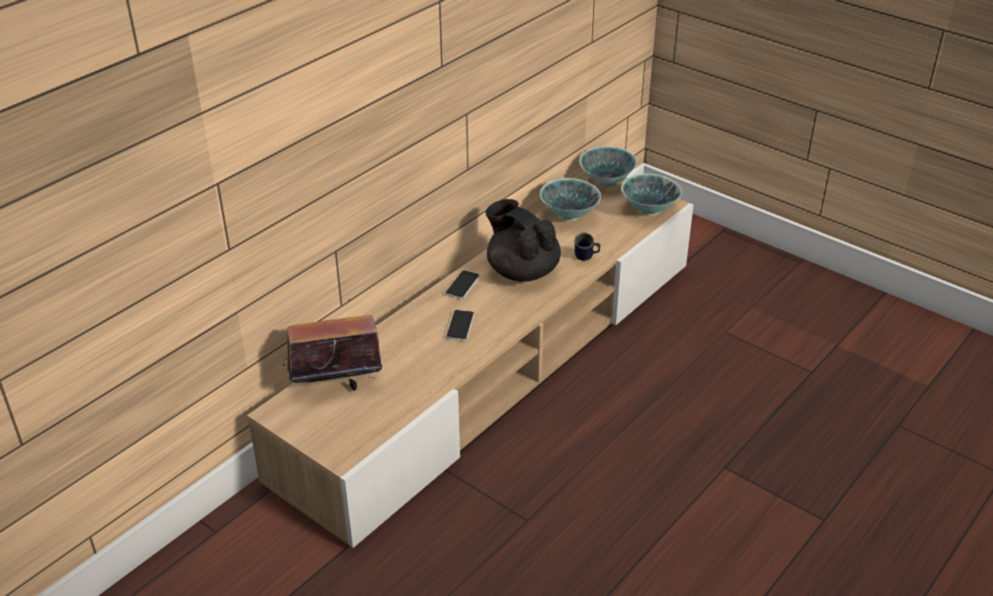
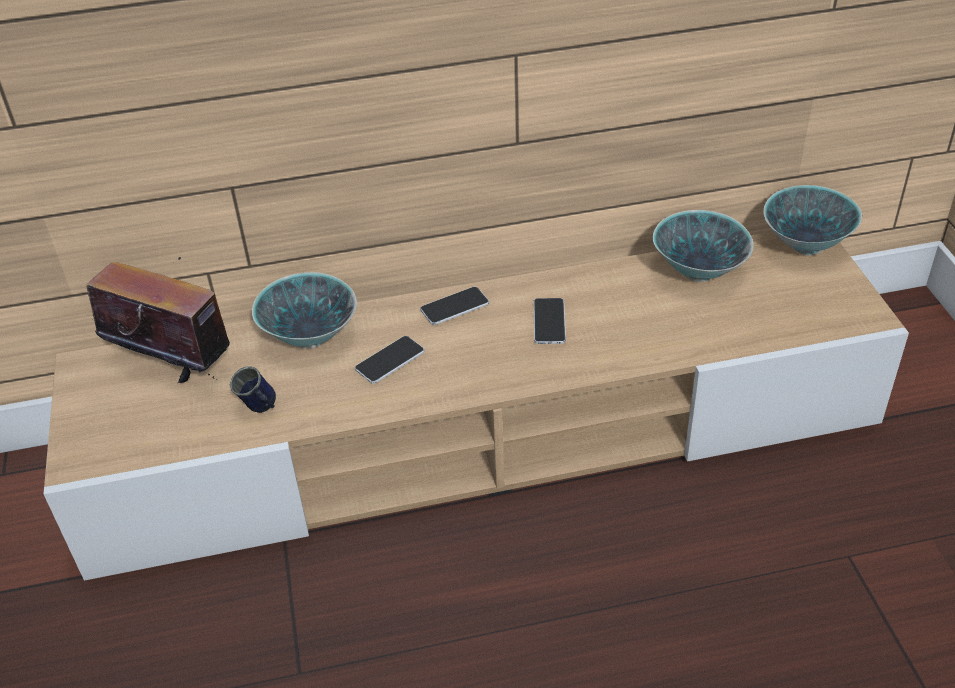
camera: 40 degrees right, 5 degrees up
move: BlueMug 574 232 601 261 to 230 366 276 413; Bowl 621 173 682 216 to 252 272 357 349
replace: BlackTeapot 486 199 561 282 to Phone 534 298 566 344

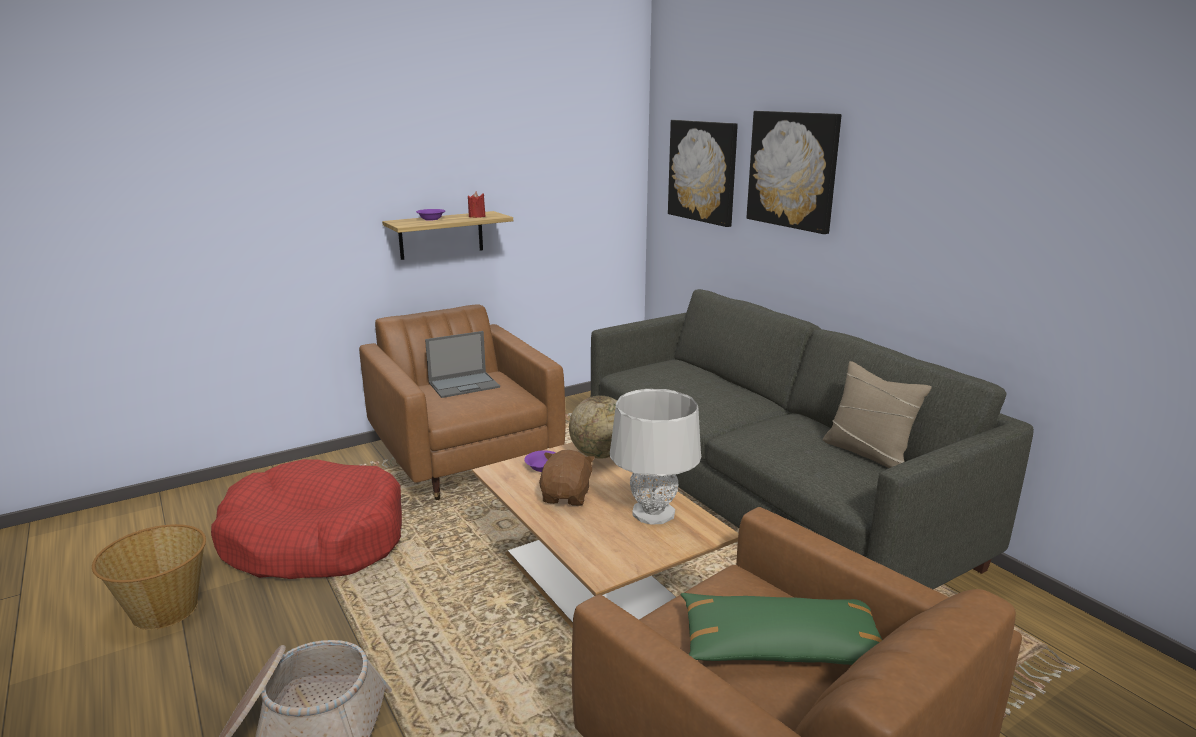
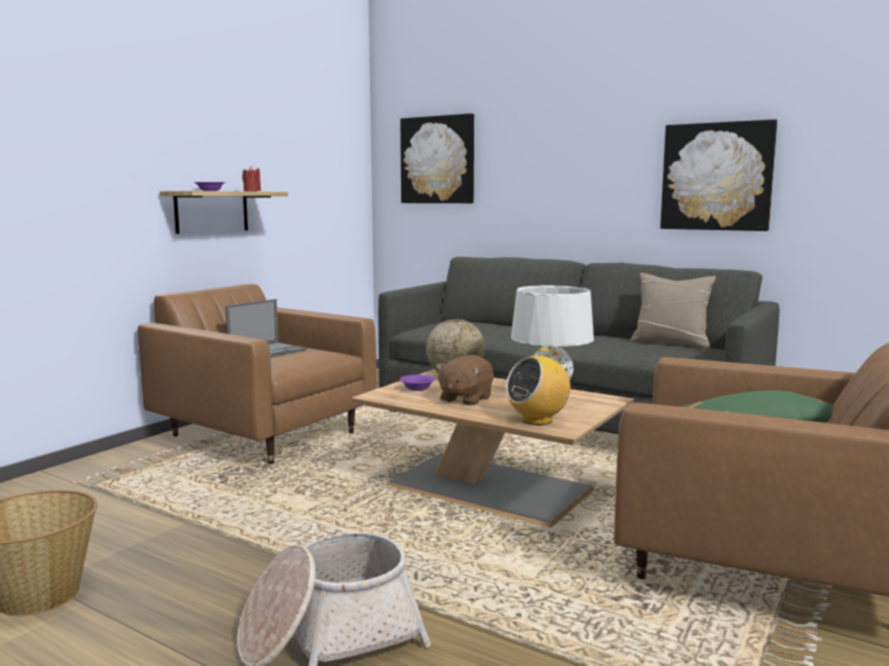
camera: 25 degrees left, 10 degrees down
delete: RedDogBed 211 459 402 579
insert: Radio 506 348 570 425
move: Picture 747 111 842 234 to 660 119 777 231
rotate: BrownPlushToy 539 450 595 506 = 436 355 494 406 135 degrees counterclockwise

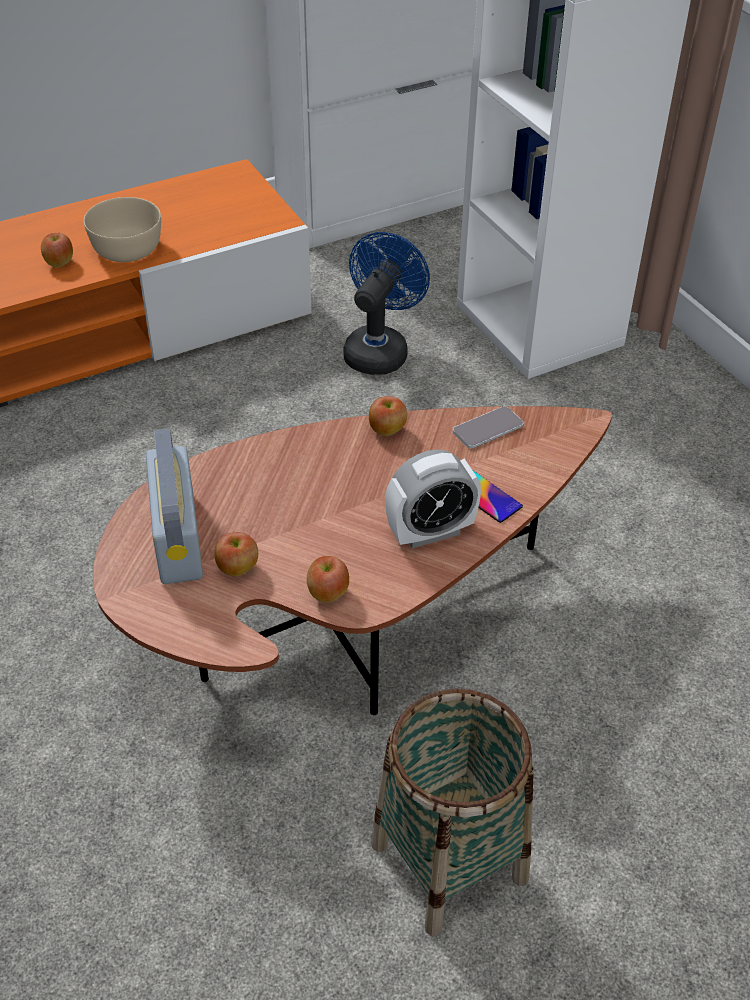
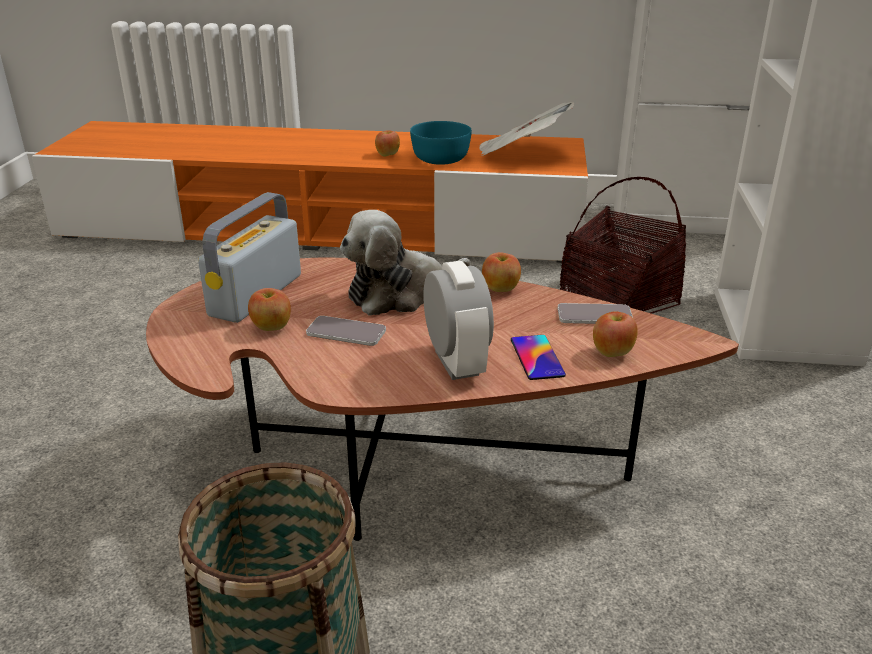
camera: 35 degrees right, 15 degrees down
insert: Phone 306 316 386 346; PlushToy 340 210 470 316; Newspaper 479 102 574 156
move: Apple 307 556 349 603 to 593 311 638 357
replace: BlueFan 343 232 430 375 to Basket 560 177 686 314
recolor: BeigeBowl 84 197 161 262 to TurquoiseBowl 410 121 472 165
rotate: AlarmClock 385 450 481 549 = 423 261 494 380 120 degrees counterclockwise

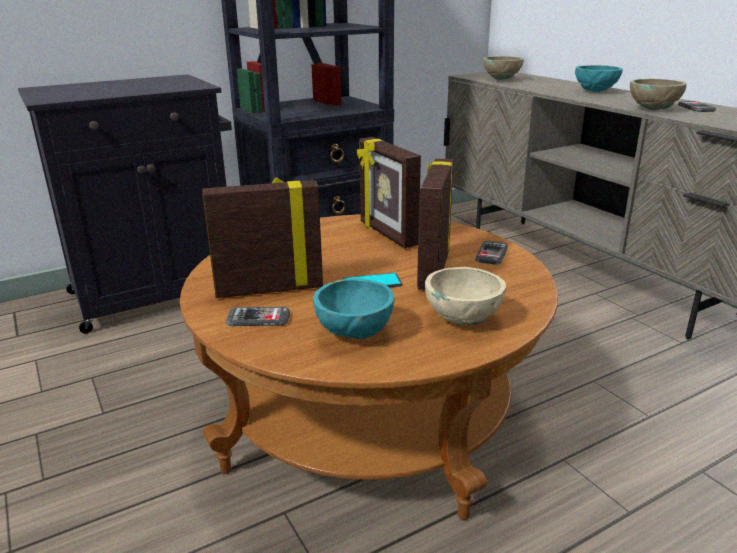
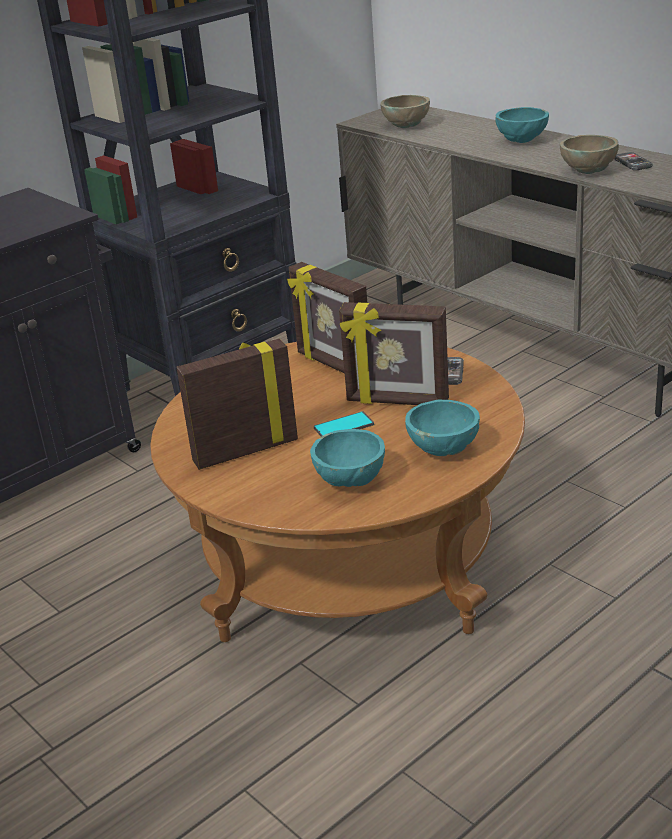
camera: 10 degrees left, 5 degrees up
delete: Phone 226 307 290 326
recolor: BeigeBowl 425 267 506 325 to TurquoiseBowl 405 400 480 456
rotate: PictureFrame 417 158 453 290 = 339 302 449 405 75 degrees counterclockwise

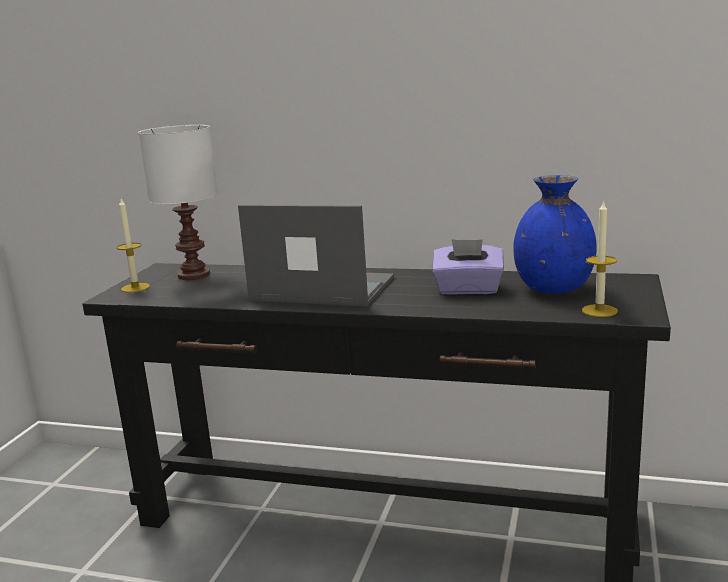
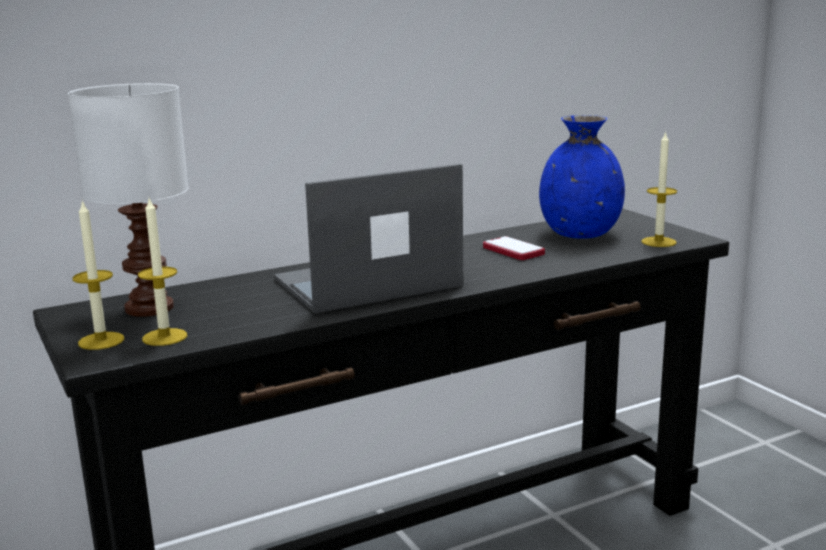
camera: 45 degrees left, 0 degrees up
insert: Candle 138 198 187 346
replace: PurpleTissueBox 432 239 504 295 to Phone 483 236 545 260

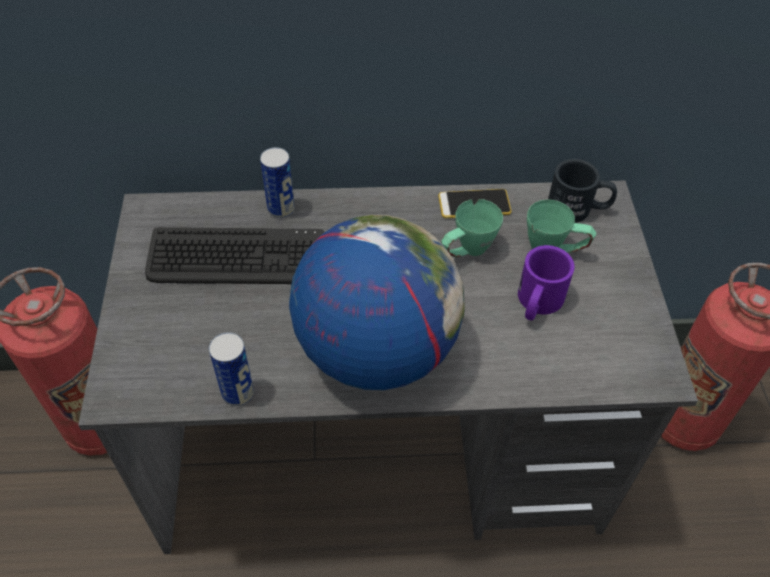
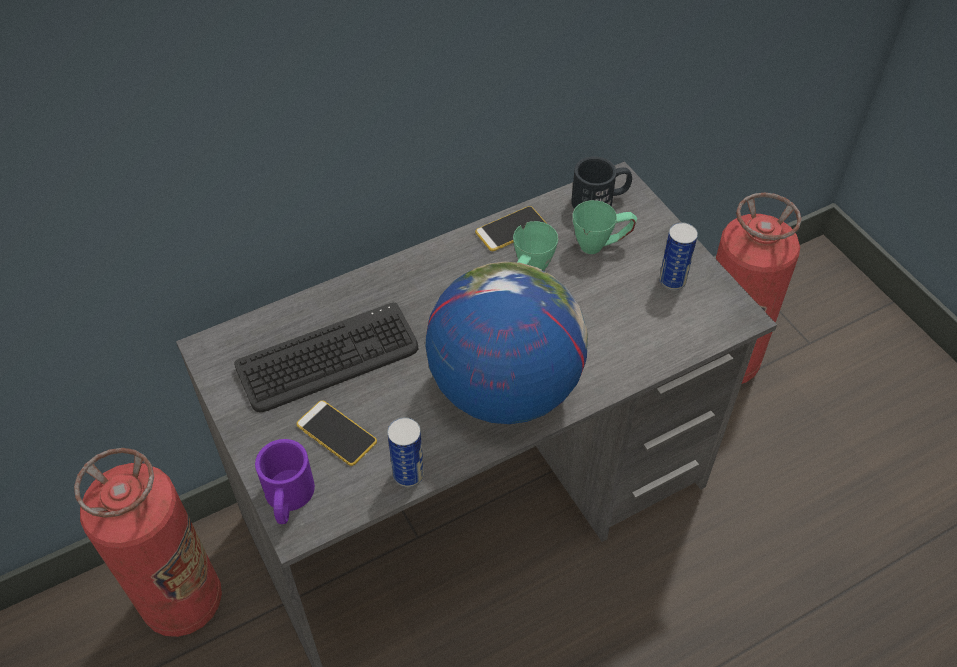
camera: 25 degrees left, 0 degrees up
insert: Phone 297 400 377 466
move: PurpleMug 518 245 575 320 to 255 439 315 524; Can 260 147 294 218 to 659 222 698 290

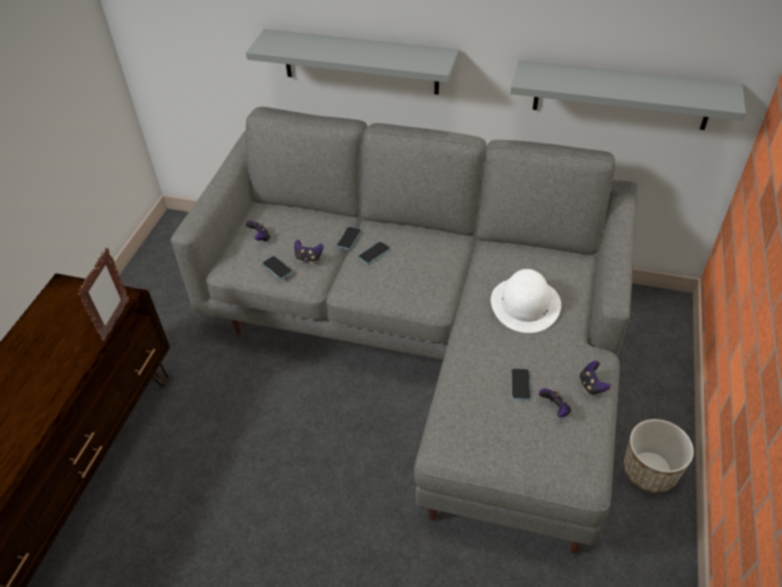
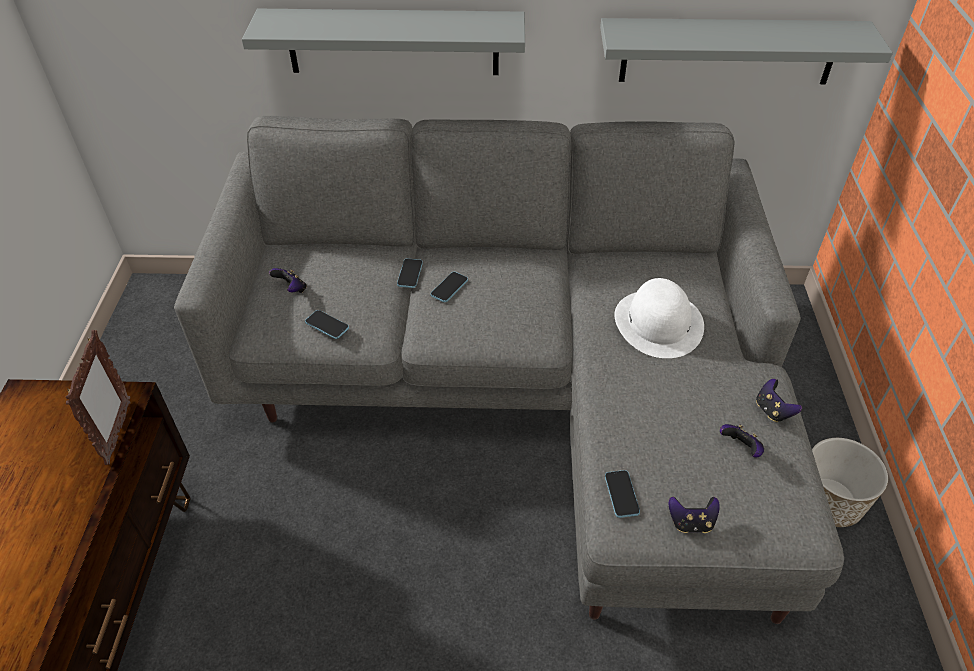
camera: 15 degrees left, 0 degrees up
move: Phone 512 368 530 400 to 605 470 640 518; GameController 294 240 324 263 to 669 496 720 533

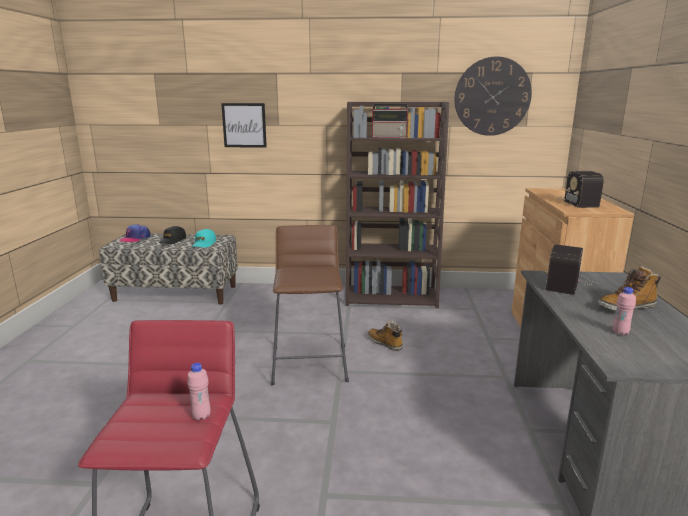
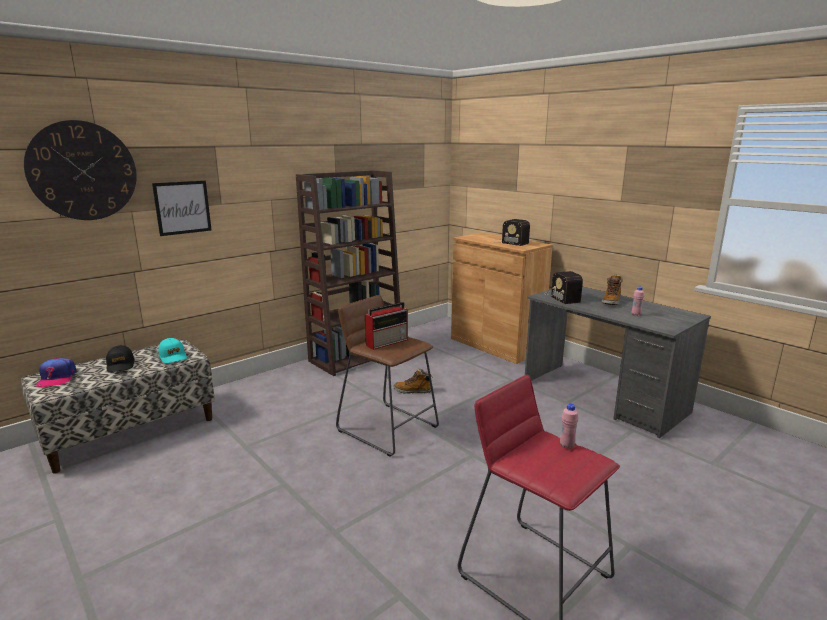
camera: 45 degrees left, 0 degrees up
move: WallClock 454 56 532 136 to 24 120 137 220; Radio 372 104 408 138 to 365 302 408 350

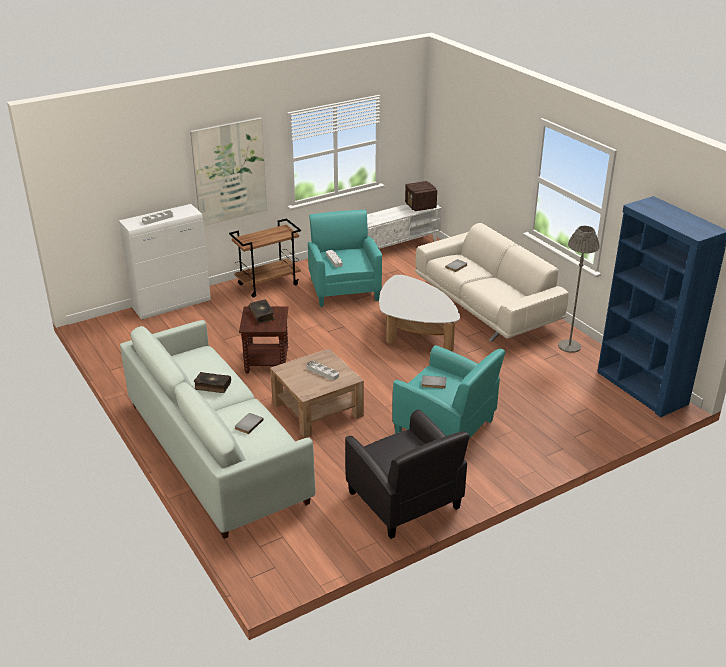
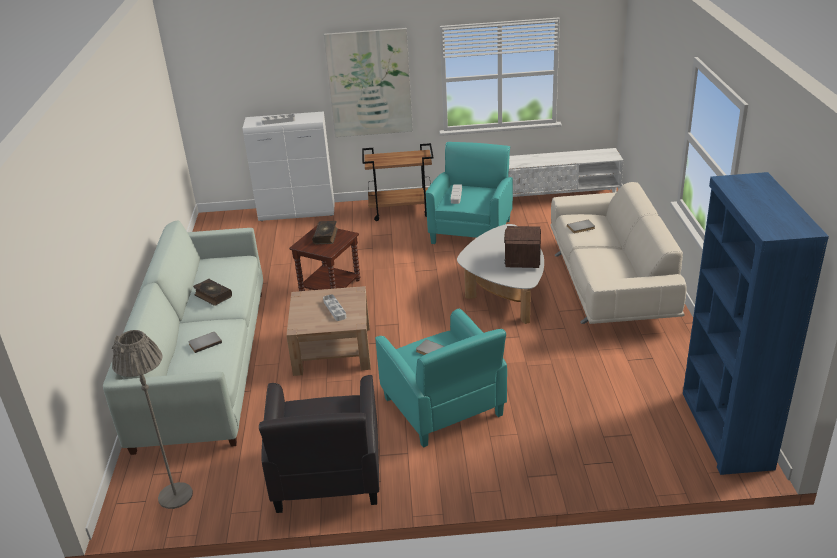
camera: 30 degrees right, 0 degrees up
move: GreyFloorLamp 558 226 600 353 to 112 330 193 509; Radio 405 181 437 211 to 504 226 541 268

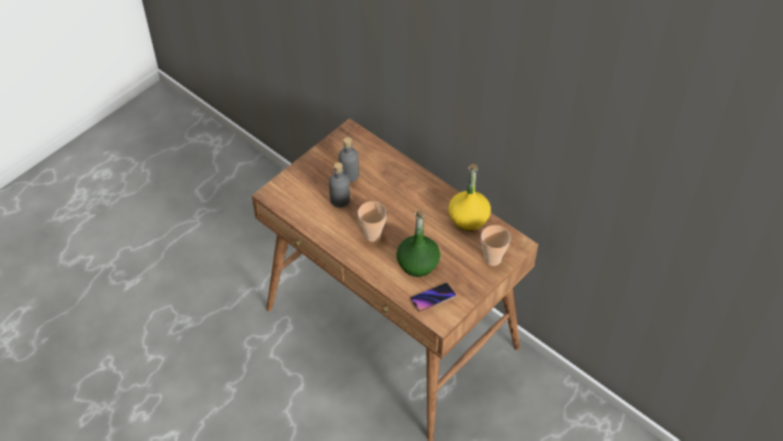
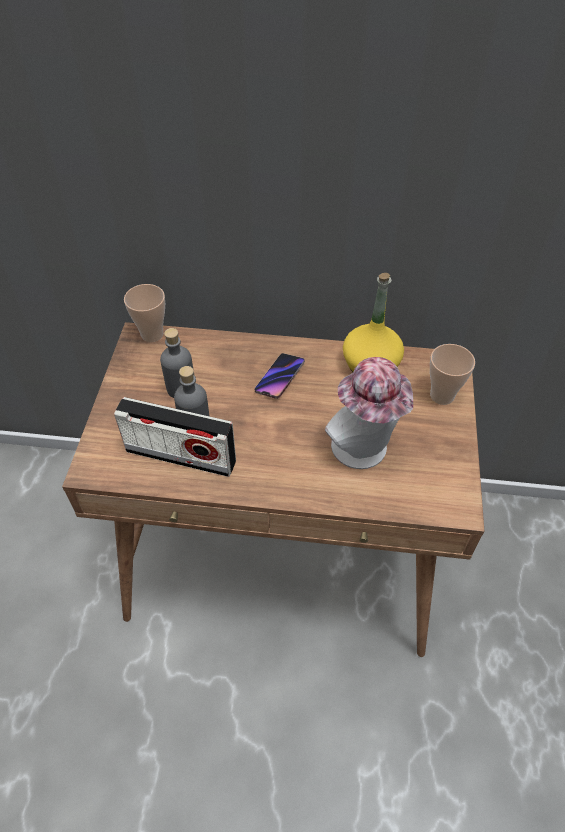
camera: 35 degrees left, 0 degrees up
insert: Radio 114 397 236 477
move: Cup 358 201 387 242 to 124 284 165 342; Phone 410 283 456 312 to 254 353 305 399
replace: GreenBottle 396 210 440 277 to Hat 325 357 413 469

